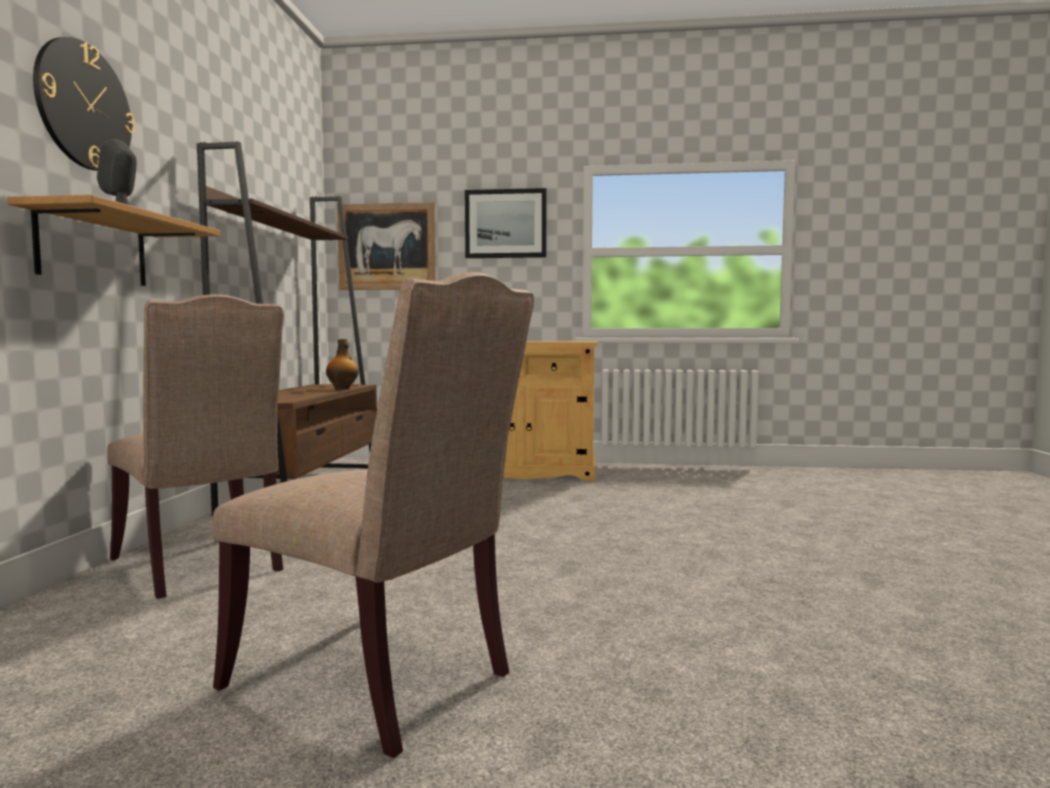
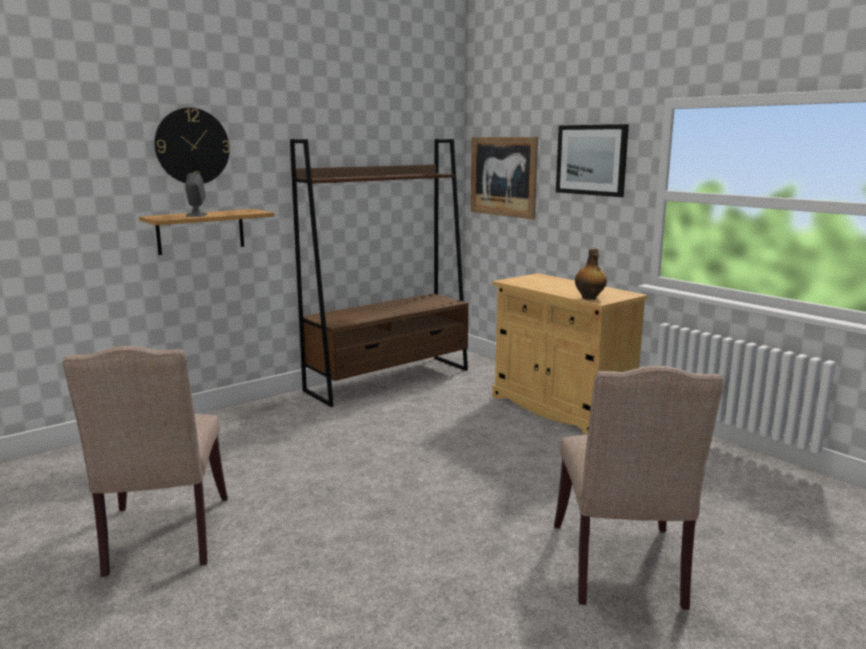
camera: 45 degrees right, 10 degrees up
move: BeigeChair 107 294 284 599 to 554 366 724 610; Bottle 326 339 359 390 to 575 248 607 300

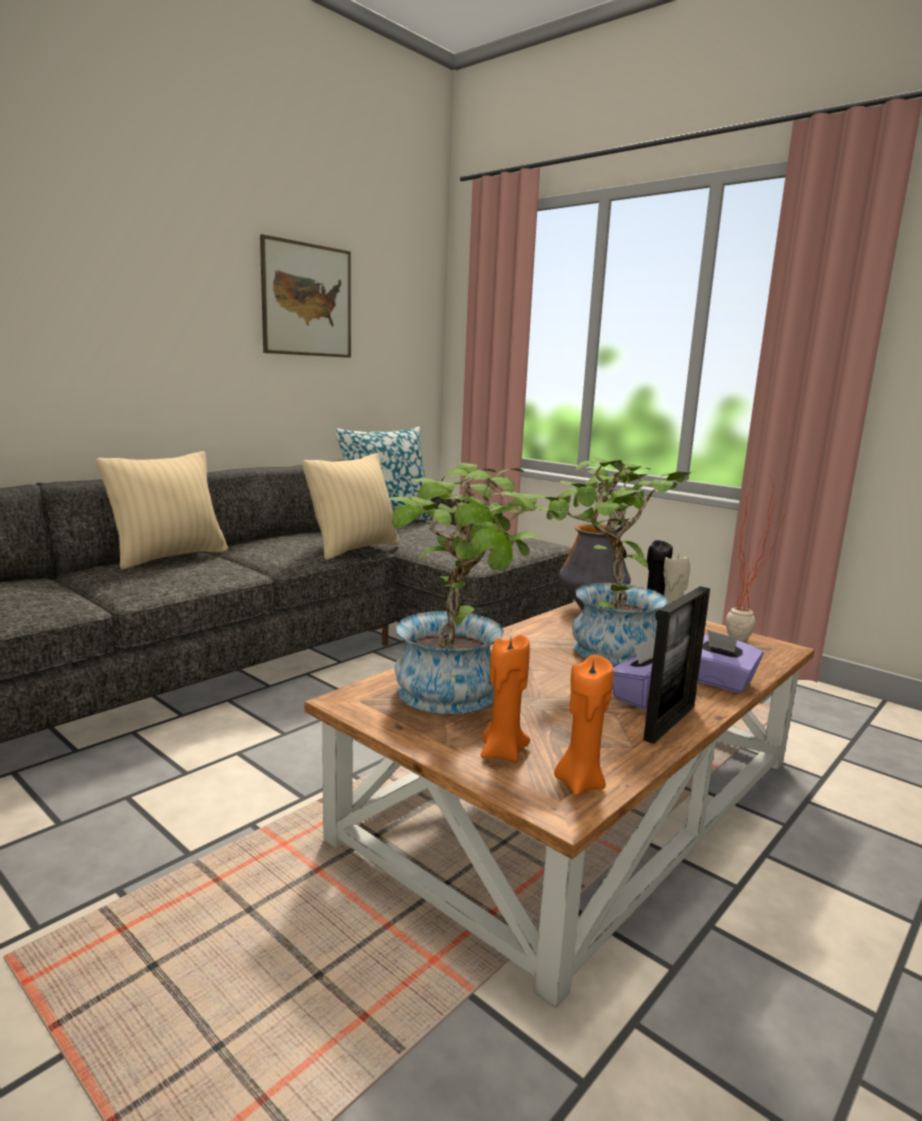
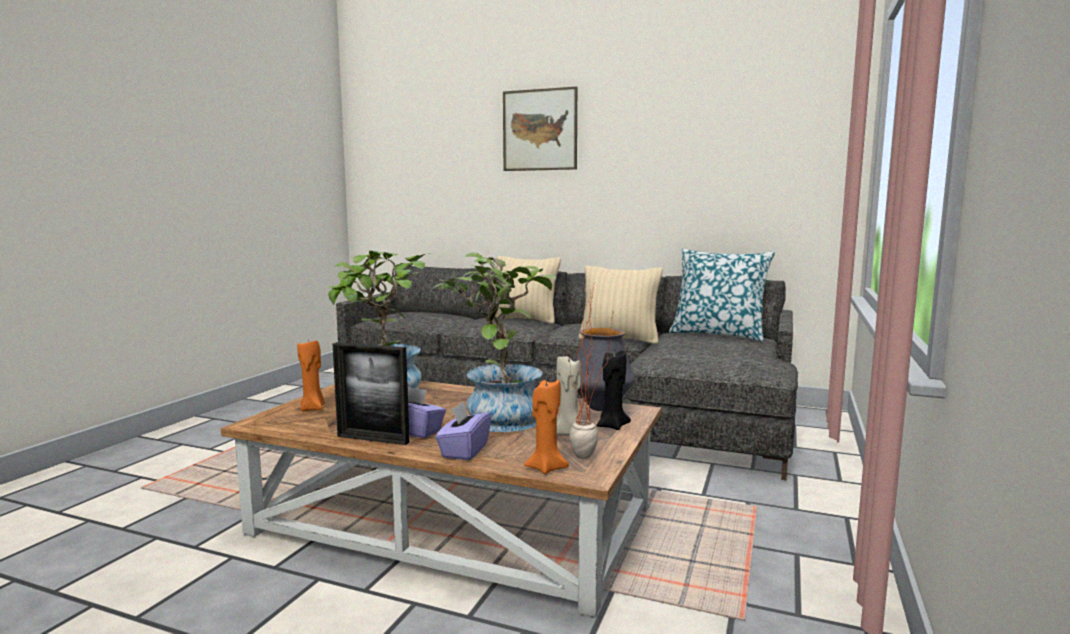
camera: 70 degrees right, 5 degrees down
move: Picture 260 234 351 358 to 503 86 577 171; OrangeCandle 554 655 614 795 to 524 379 569 474

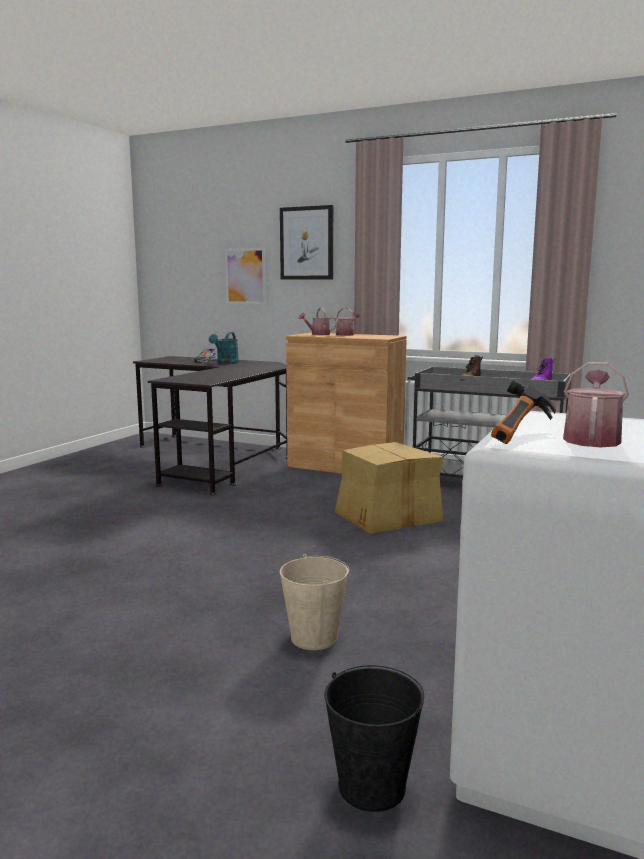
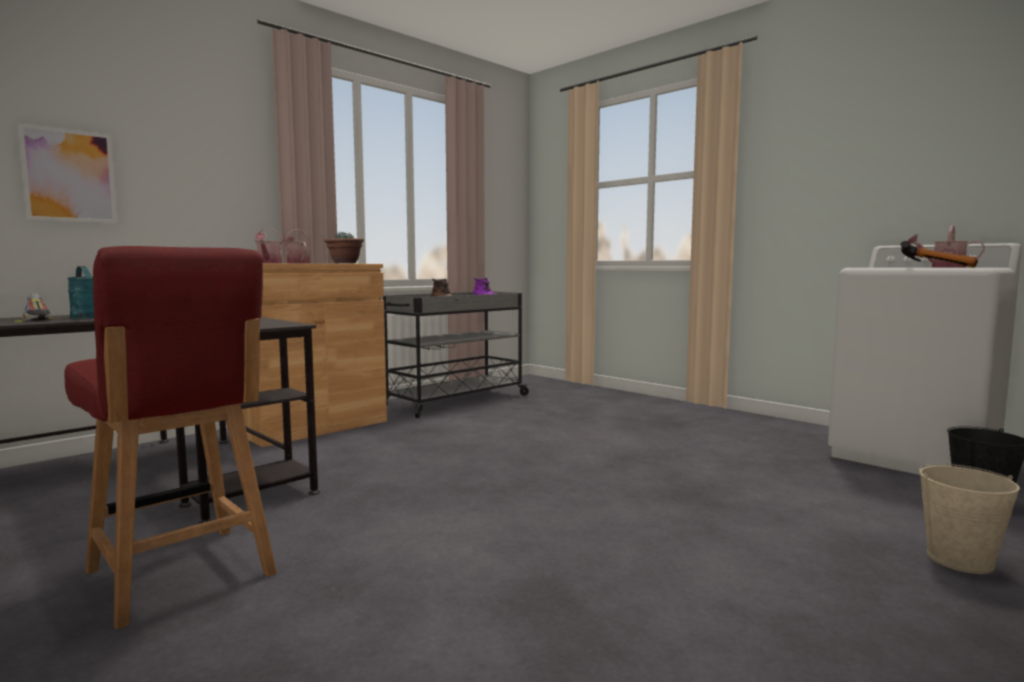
camera: 70 degrees left, 5 degrees down
delete: Picture 280 205 333 280; CardboardBox 335 442 444 534
insert: RedChair 64 246 277 629; PottedPlant 324 232 364 264
move: BeigeBucket 280 554 349 650 to 919 464 1020 574

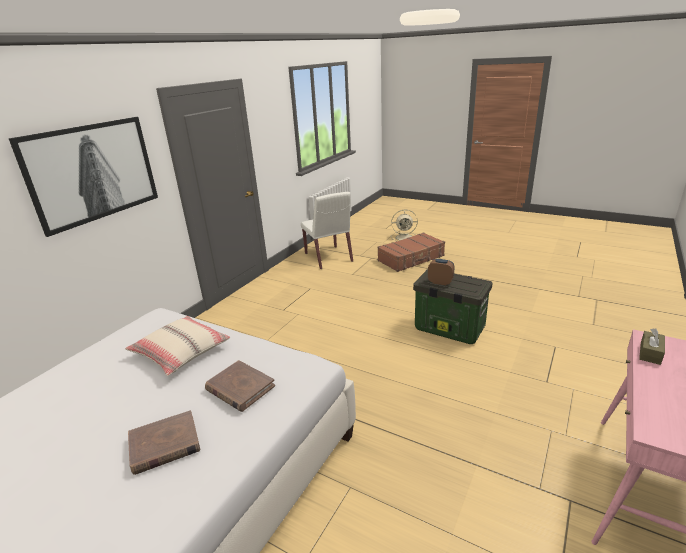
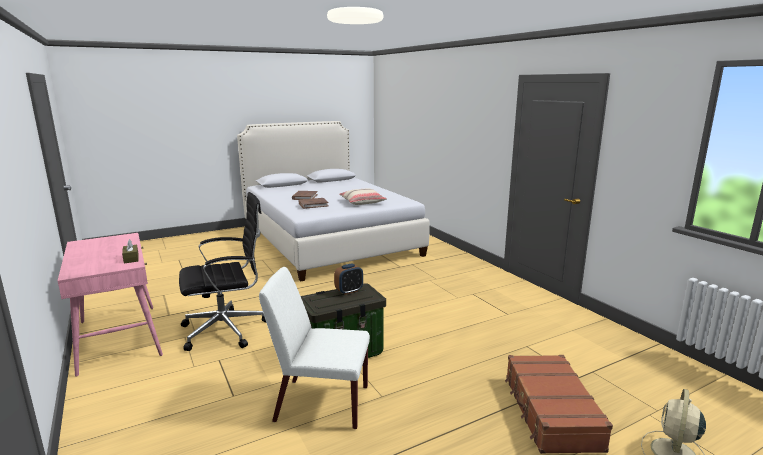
camera: 120 degrees right, 10 degrees down
delete: Picture 9 117 158 237
insert: BlackOfficeChair 179 192 266 351
move: WhiteChair 301 192 353 269 to 259 267 370 429

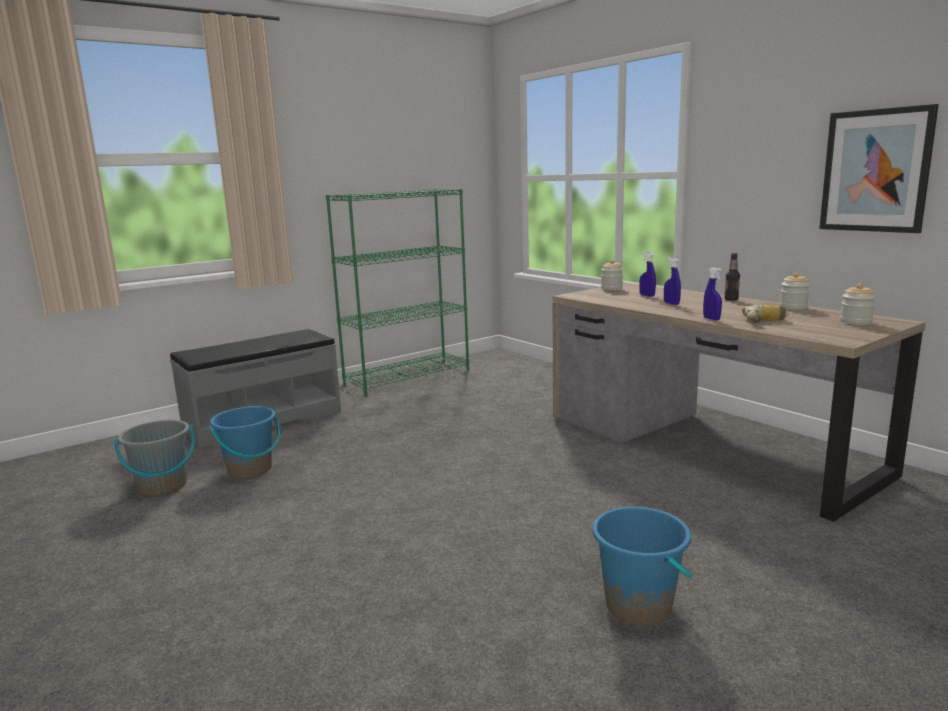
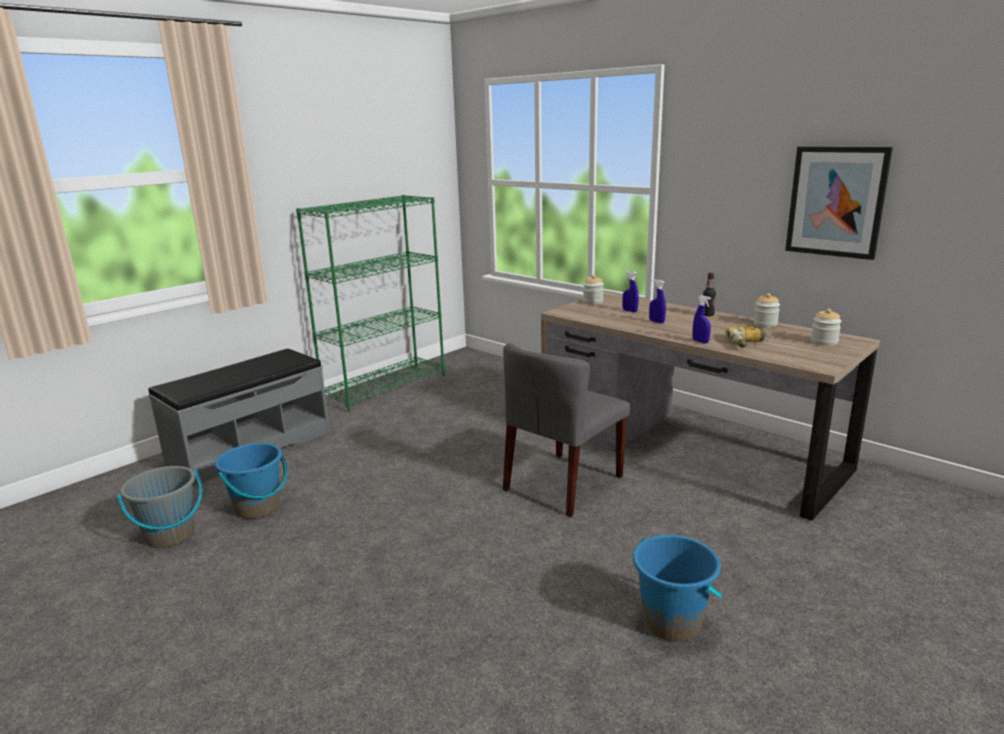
camera: 10 degrees left, 5 degrees up
insert: GreyChair 503 343 630 517

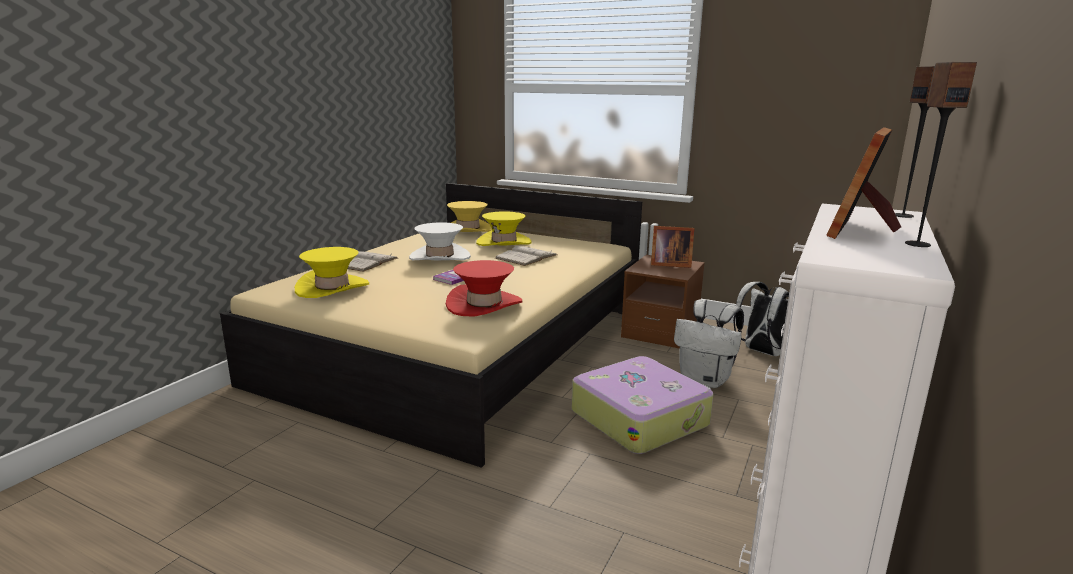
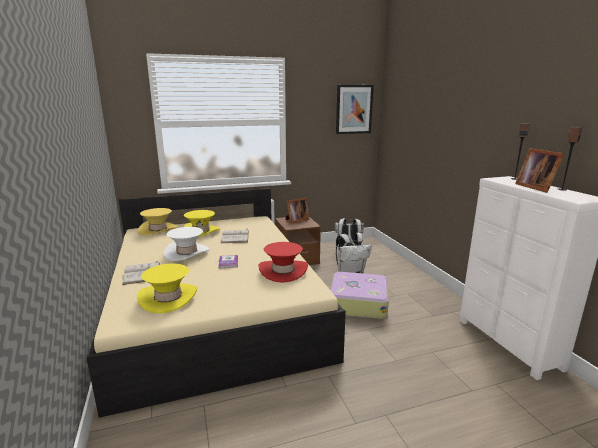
camera: 45 degrees left, 0 degrees up
insert: Picture 336 85 374 134

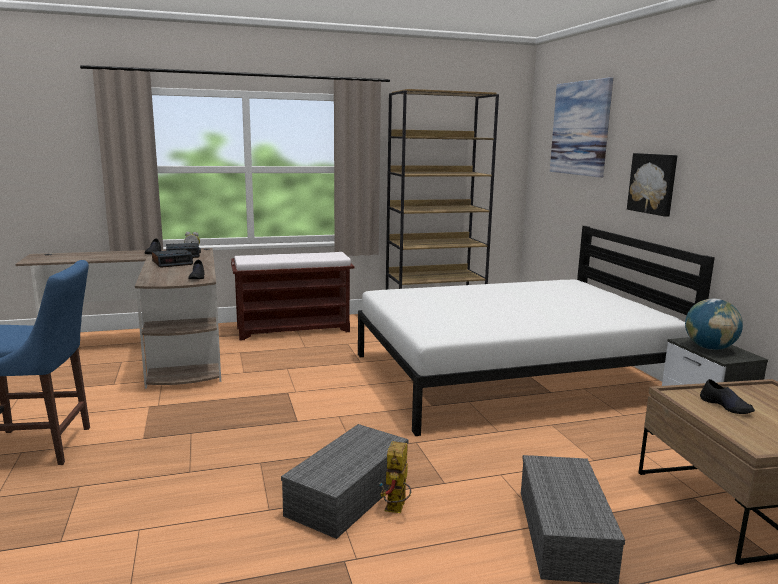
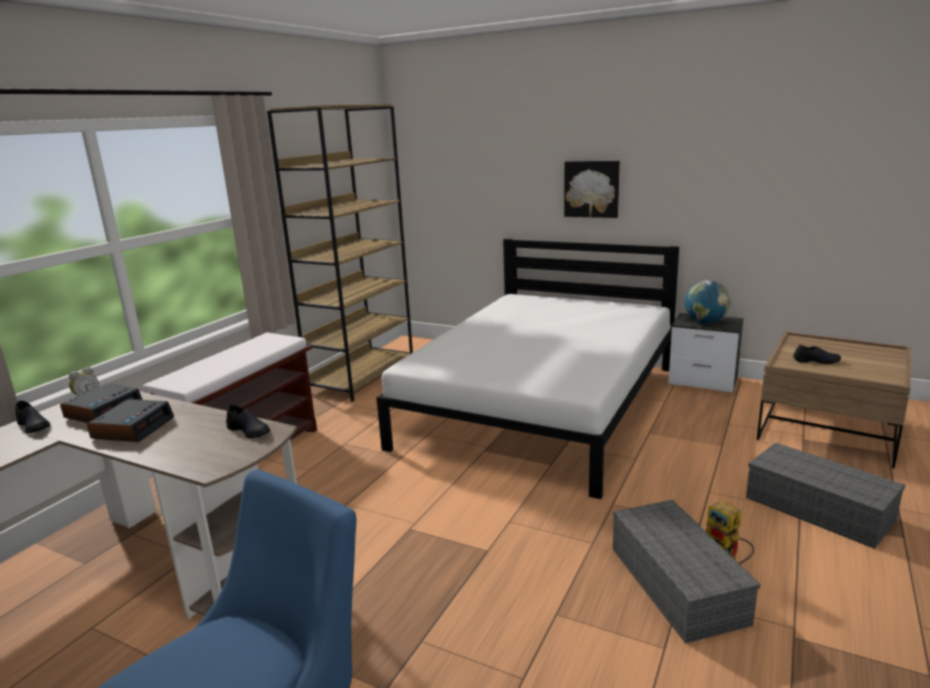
camera: 45 degrees left, 5 degrees up
delete: Picture 550 77 613 178

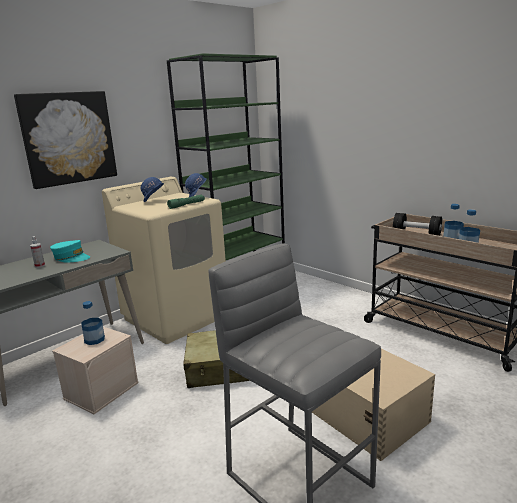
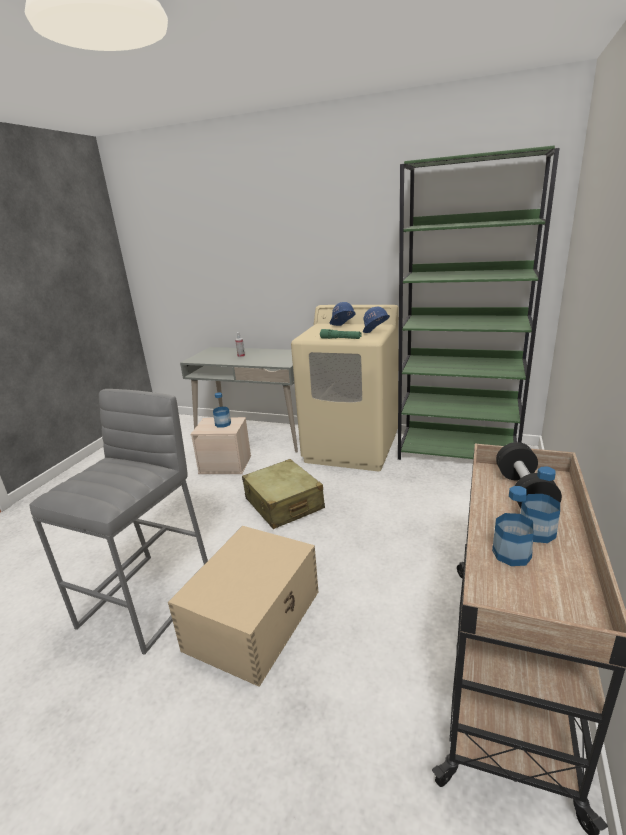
camera: 65 degrees right, 5 degrees up
delete: Picture 14 91 117 189; TurquoiseCap 50 240 90 263

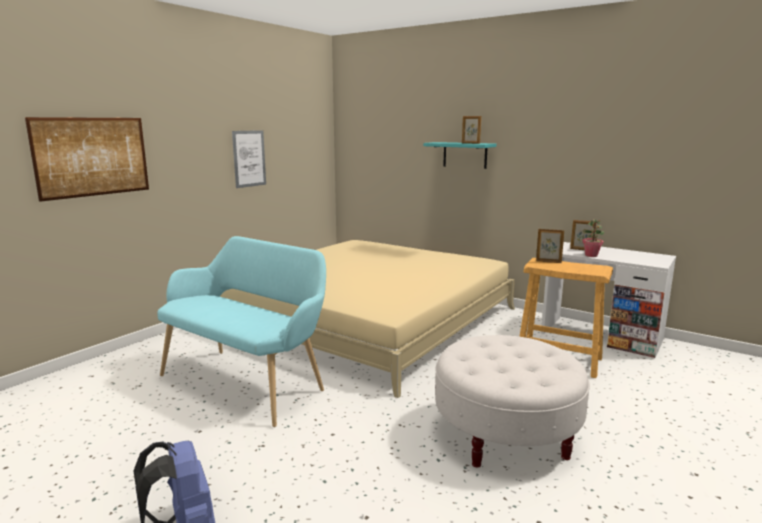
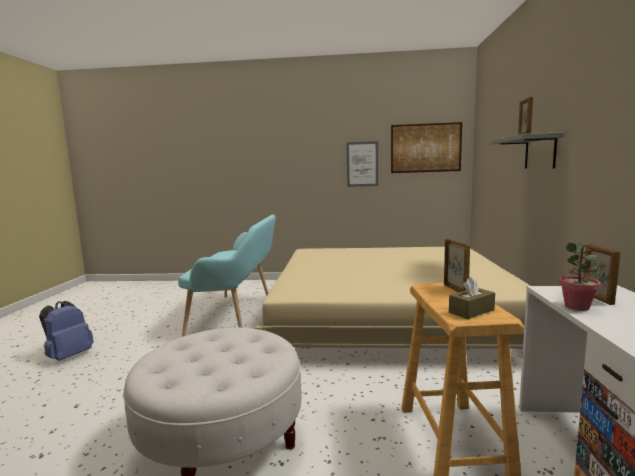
camera: 60 degrees right, 5 degrees down
insert: BrownTissueBox 449 276 495 319
move: Picture 25 117 149 202 to 391 122 462 173
recolor: TurquoiseShelf 423 142 496 169 to GreyShelf 490 132 565 169

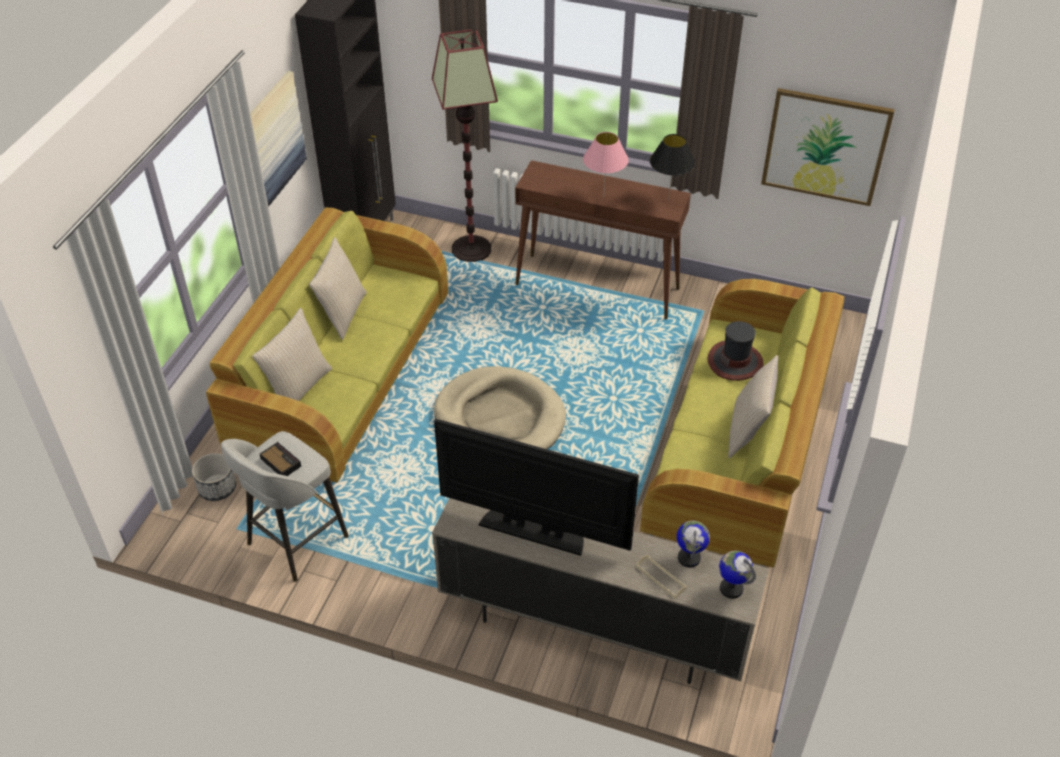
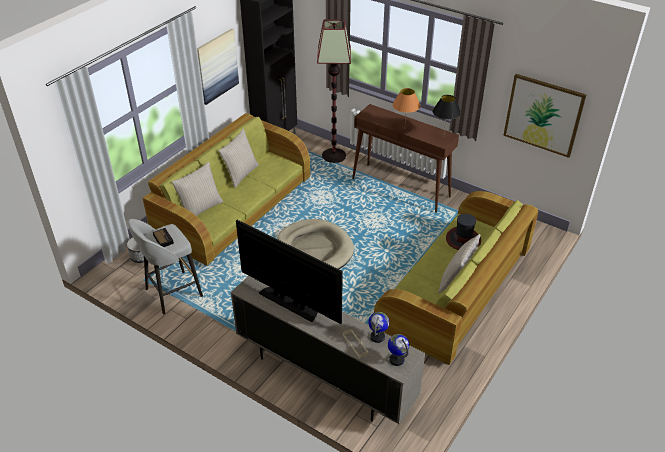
camera: 15 degrees right, 5 degrees down
recolor: PinkTableLamp 583 132 629 198 to OrangeTableLamp 393 88 421 130

